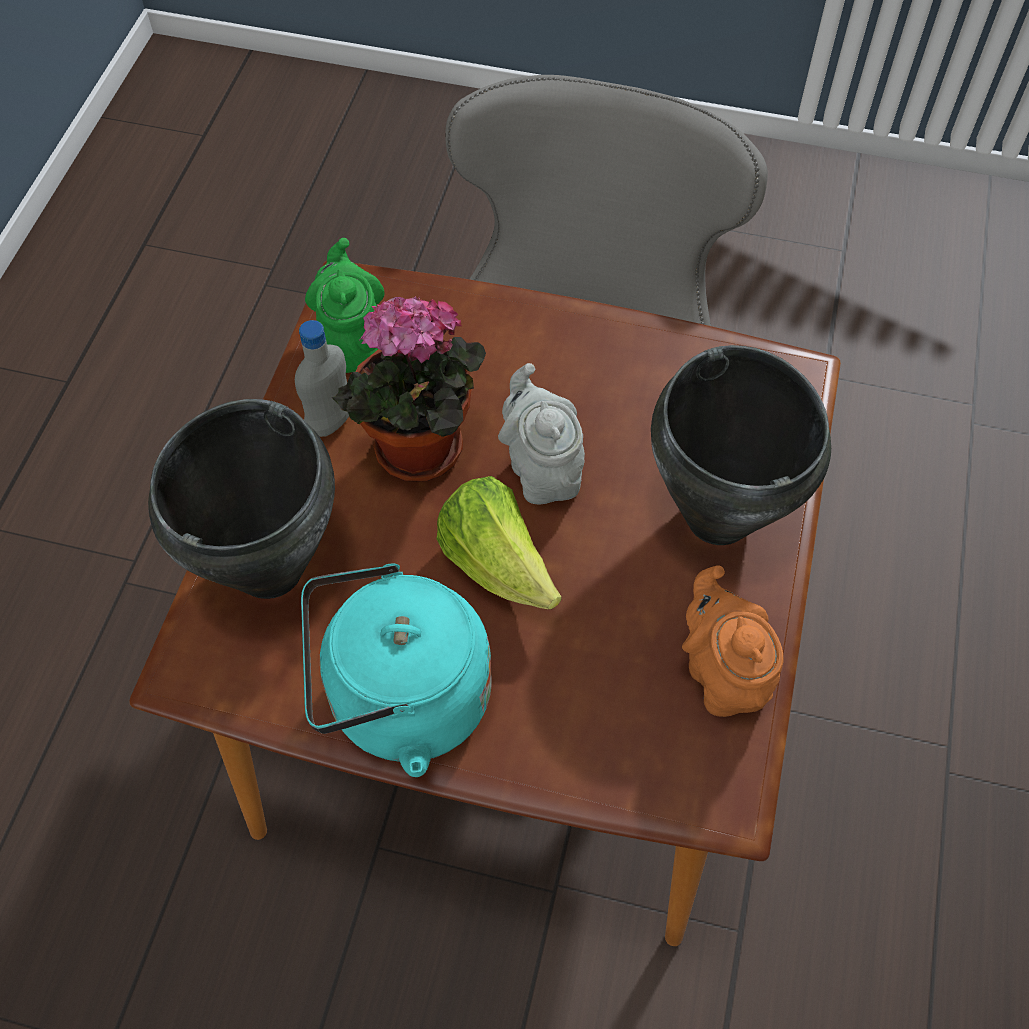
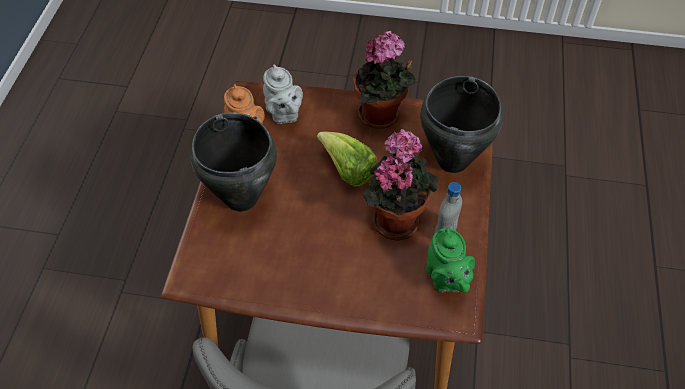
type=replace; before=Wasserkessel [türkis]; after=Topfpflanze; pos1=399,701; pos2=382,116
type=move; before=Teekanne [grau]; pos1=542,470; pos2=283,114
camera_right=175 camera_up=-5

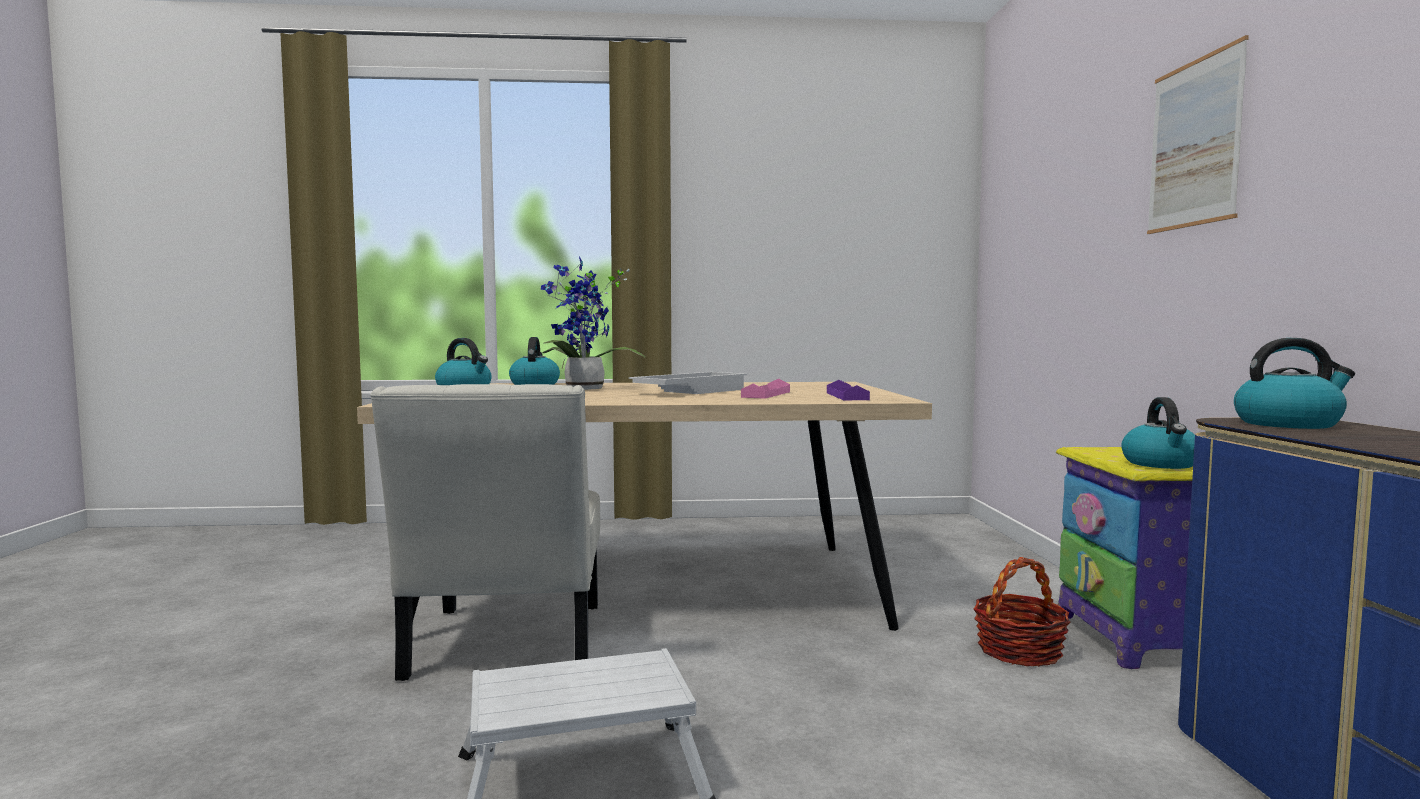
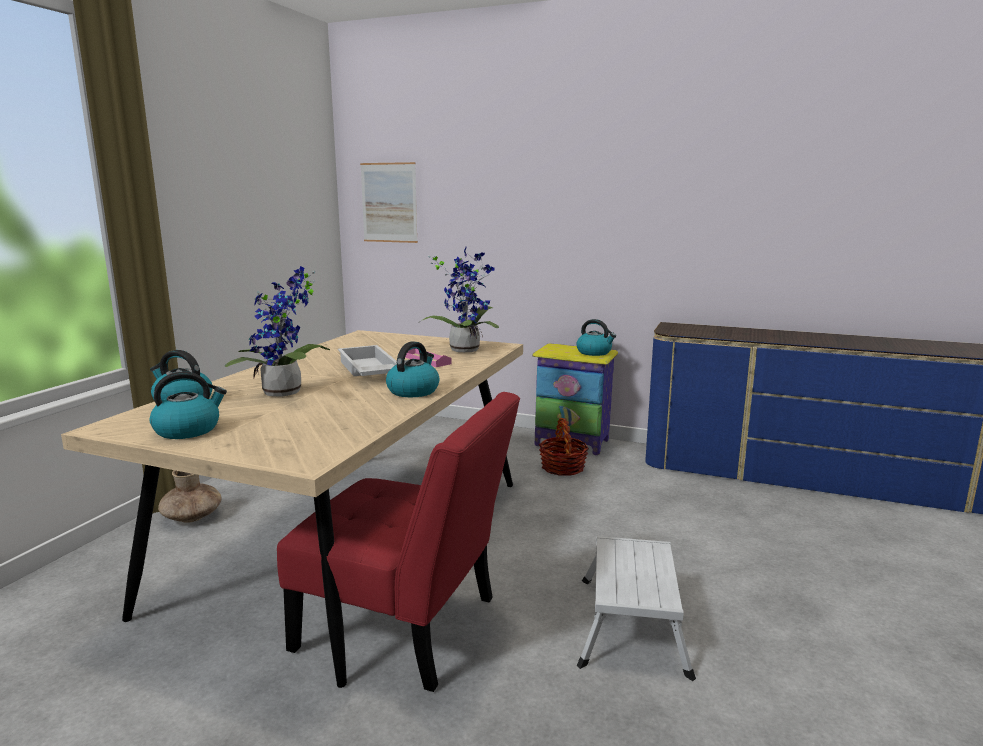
type=recolor; before=Stuhl [weiß]; after=Stuhl [rot]; pos1=504,646; pos2=407,627
type=replace; before=Tablett [lila]; after=Topfpflanze; pos1=847,396; pos2=465,349
type=move; before=Bild; pos1=1194,143; pos2=389,202
type=move; before=Wasserkessel; pos1=1288,424; pos2=413,391
type=insert; after=Vase [braun]; pos2=192,517
camera_right=-65 camera_up=10

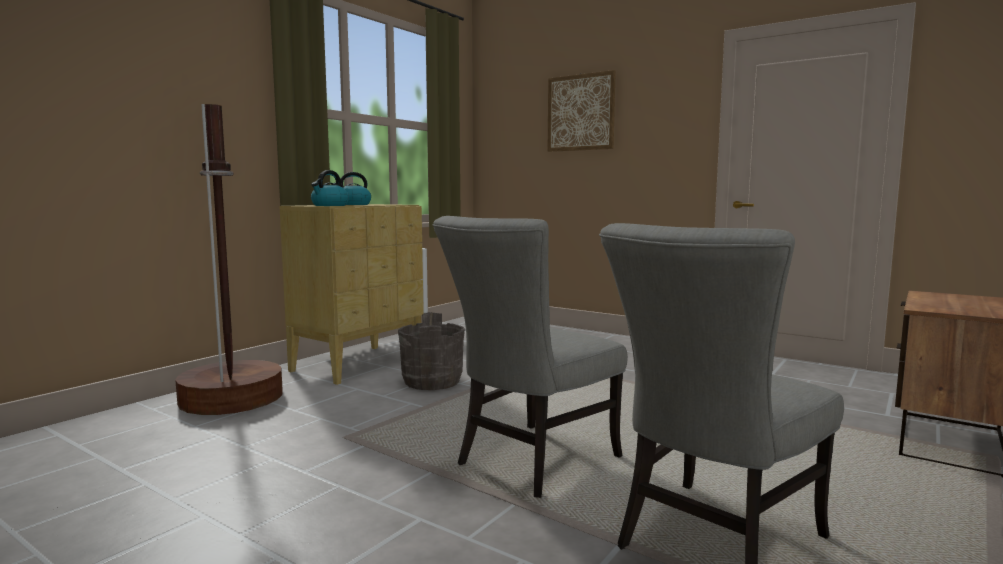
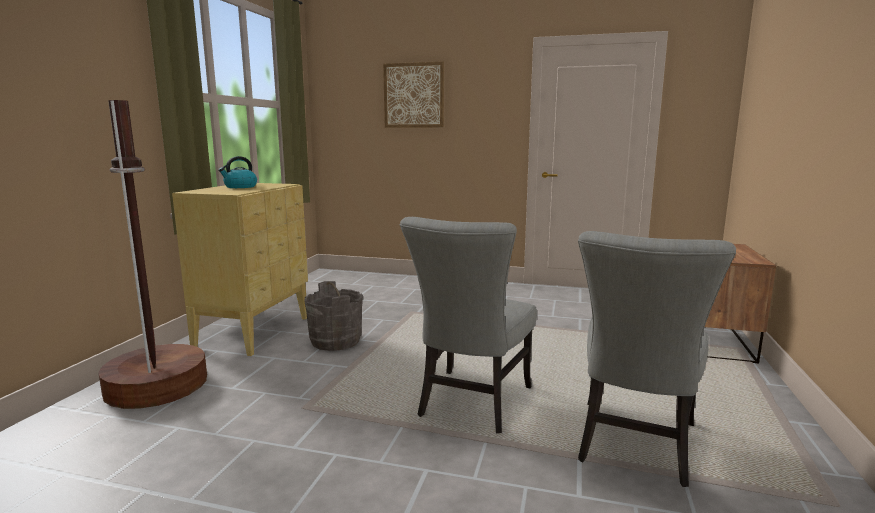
type=delete; before=Wasserkessel; pos1=330,205
camera_right=-20 camera_up=5

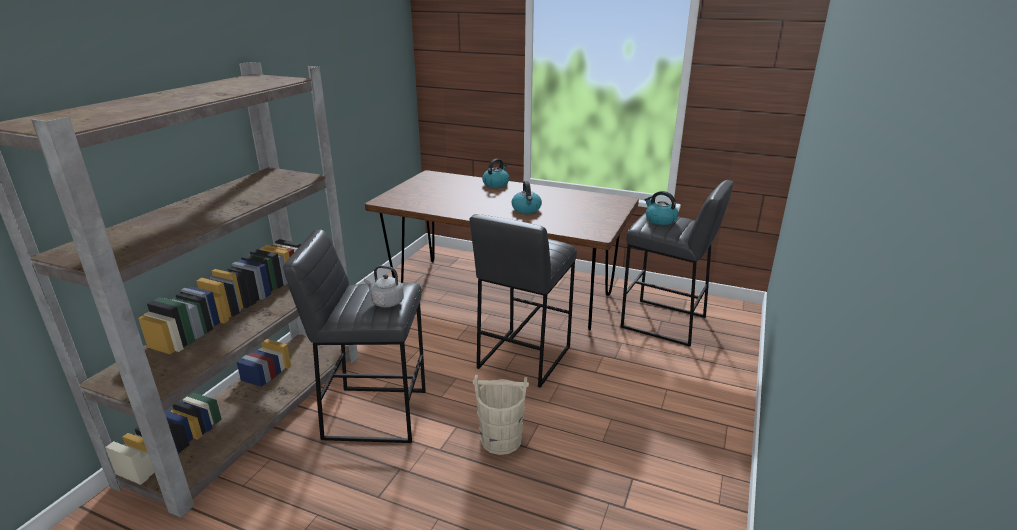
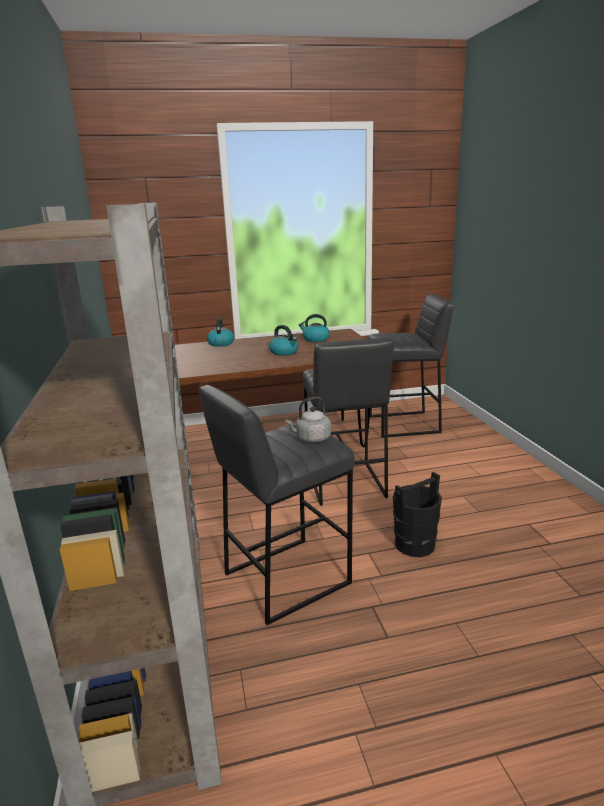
type=recolor; before=Eimer [beige]; after=Eimer [schwarz]; pos1=501,440; pos2=415,544
type=move; before=Wasserkessel; pos1=660,220; pos2=315,339
camera_right=-35 camera_up=-5

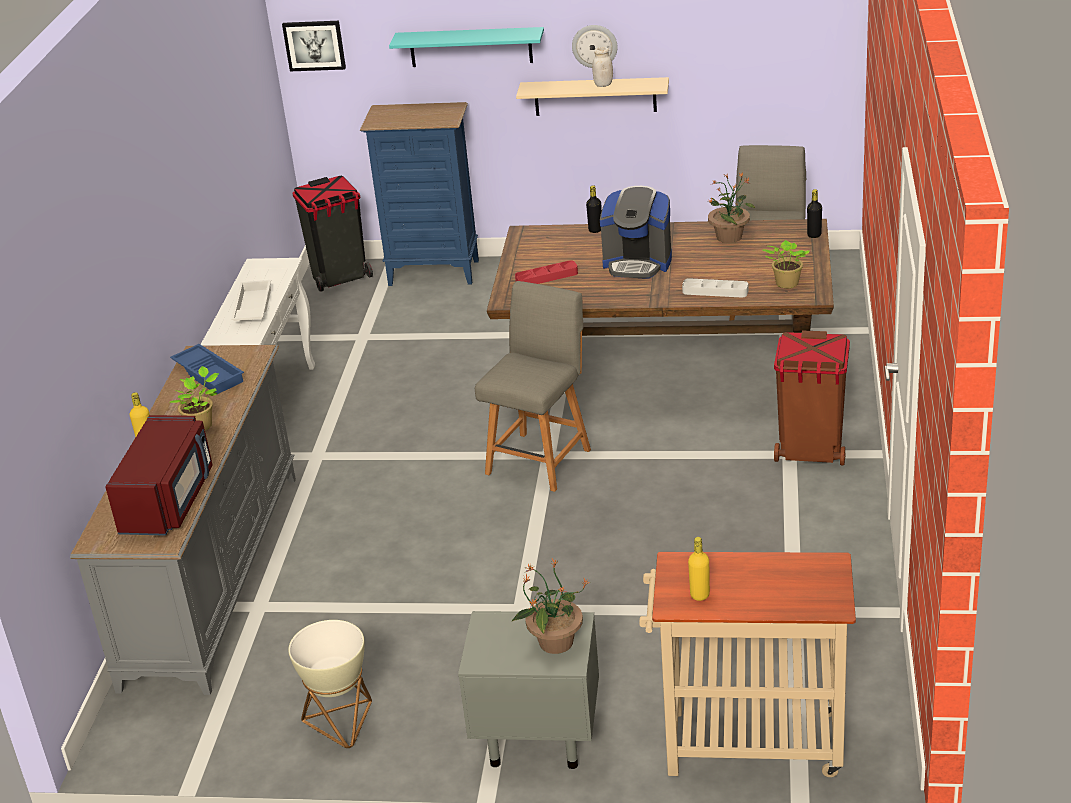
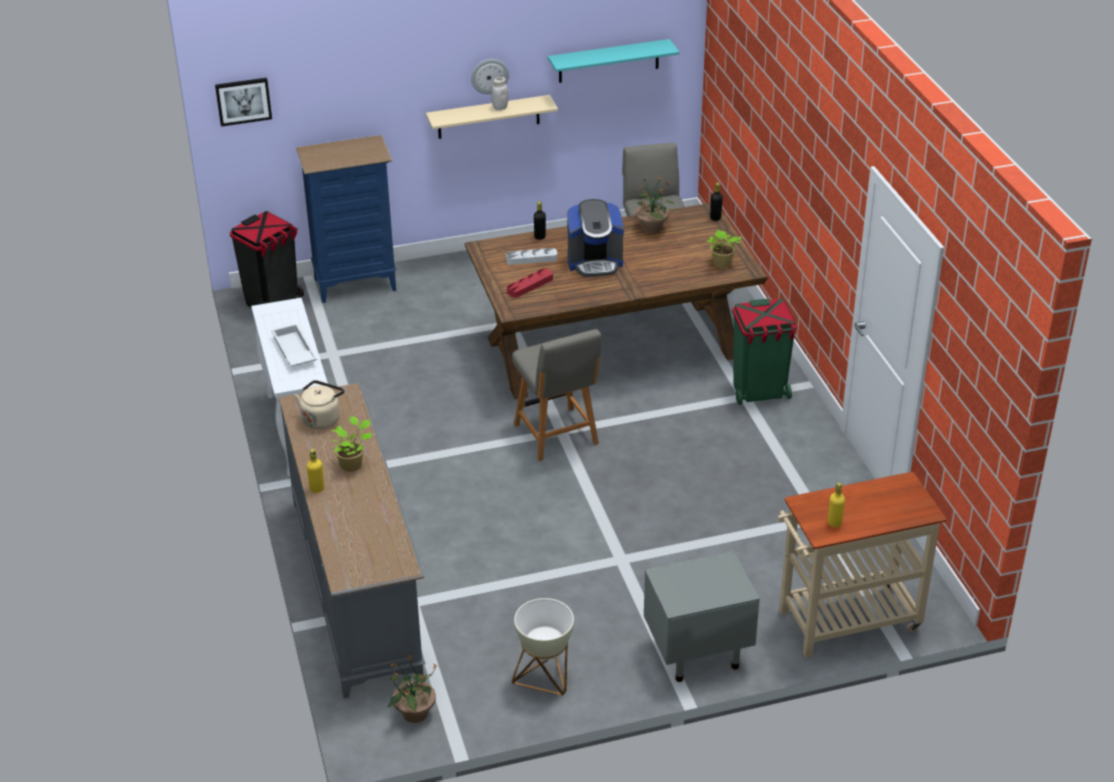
type=delete; before=Mikrowelle [rot]; pos1=169,501
type=replace; before=Tablett [blau]; after=Wasserkessel [beige]; pos1=210,373; pos2=322,418
type=move; before=Wandregal [türkis]; pos1=470,47; pos2=609,61
type=rotate; before=Stuhl [grau]; pos1=540,459; pos2=557,436; turn=150
type=move; before=Topfpflanze; pos1=555,643; pos2=414,713
type=move; before=Tablett [grau]; pos1=715,291; pos2=531,259
type=recolor; before=Mülleimer [braun]; after=Mülleimer [grün]; pos1=811,452; pos2=759,392
camera_right=-25 camera_up=5

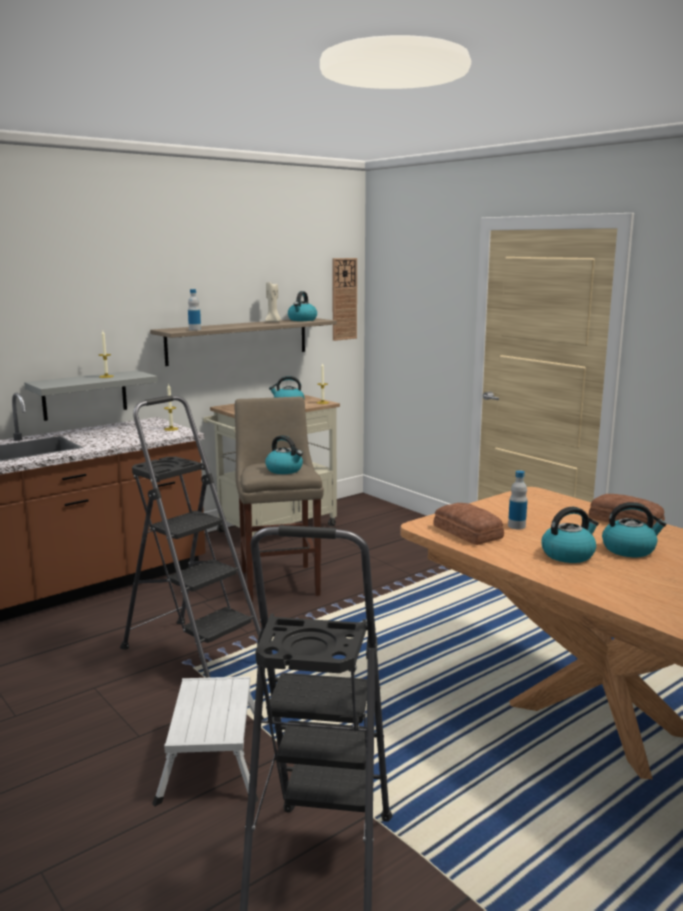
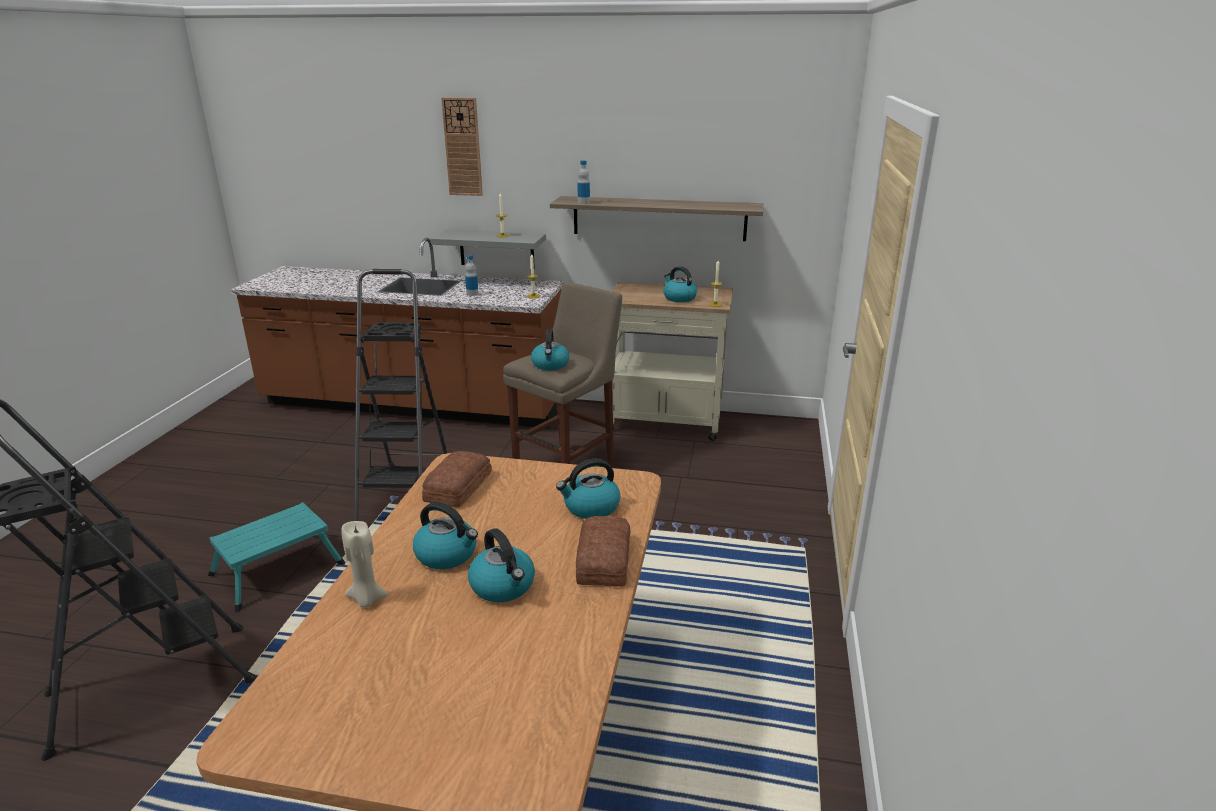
type=recolor; before=Trittleiter [weiß]; after=Trittleiter [türkis]; pos1=213,757; pos2=278,569
type=move; before=Kerze [beige]; pos1=273,322; pos2=366,599
type=move; before=Wasserkessel; pos1=302,320; pos2=590,507
type=move; before=Wanduhr; pos1=344,299; pos2=463,147
type=move; before=Flasche; pos1=516,526; pos2=472,294
camera_right=50 camera_up=10

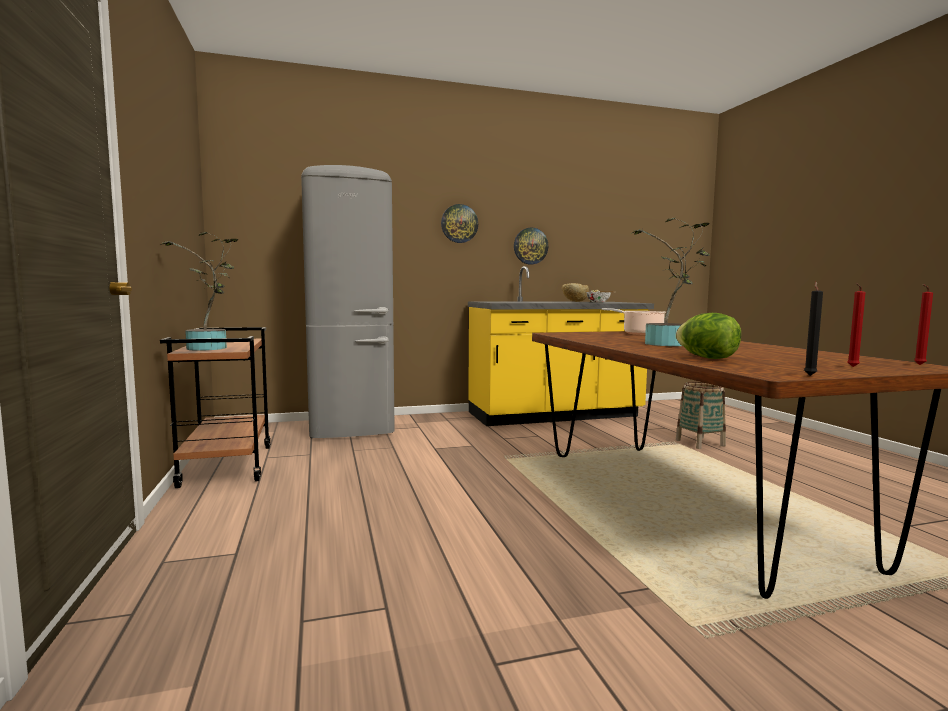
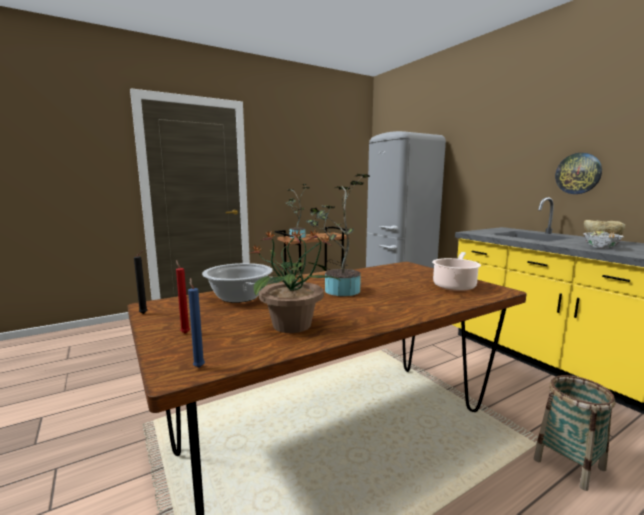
type=delete; before=Wanduhr; pos1=459,223
type=replace; before=Salatkopf; after=Kochtopf; pos1=707,358; pos2=239,297
type=recolor; before=Kerze [rot]; after=Kerze [blau]; pos1=918,365; pos2=198,366
type=insert; after=Topfpflanze; pos2=293,325
camera_right=75 camera_up=5

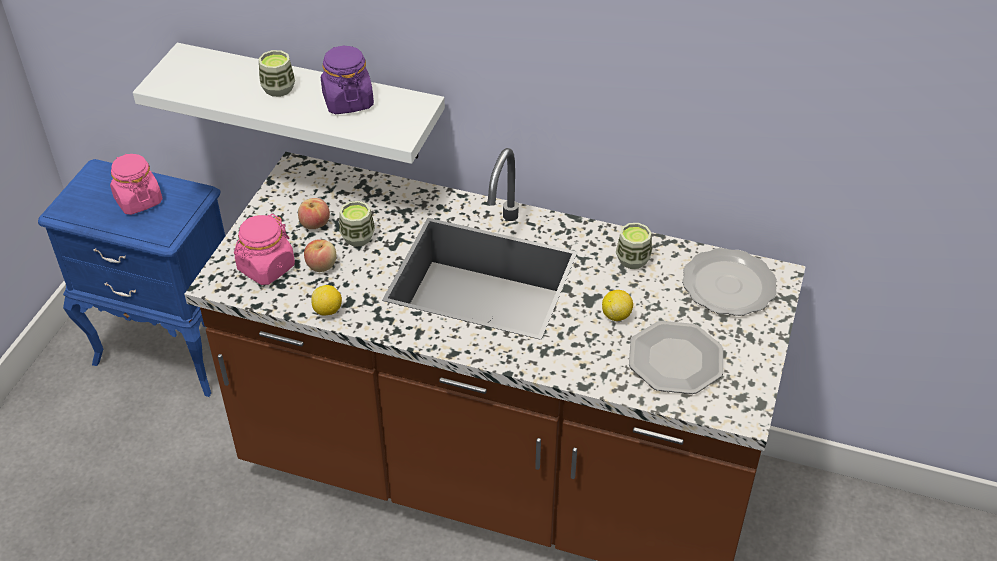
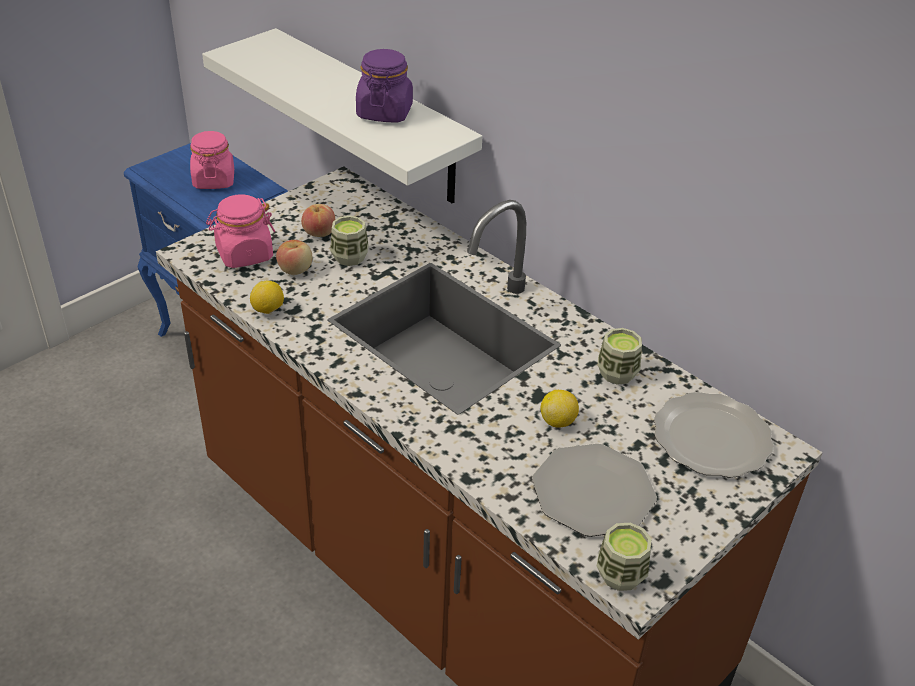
type=move; before=Tasse; pos1=278,88; pos2=620,574
camera_right=25 camera_up=-5

